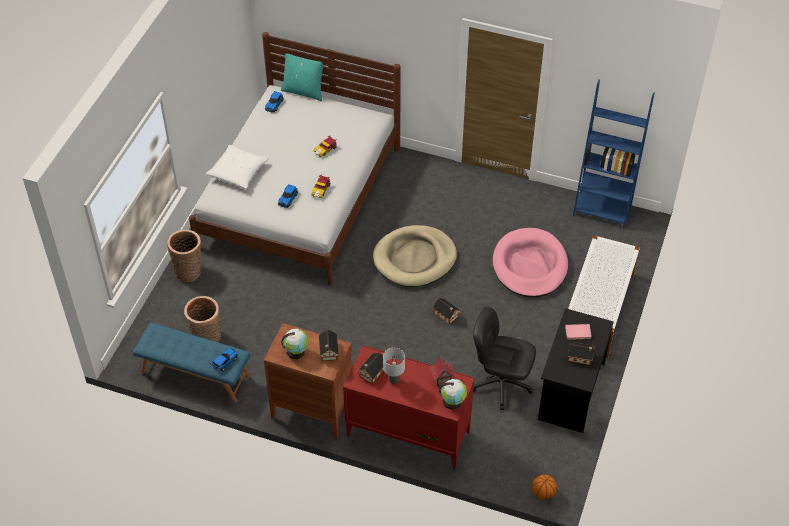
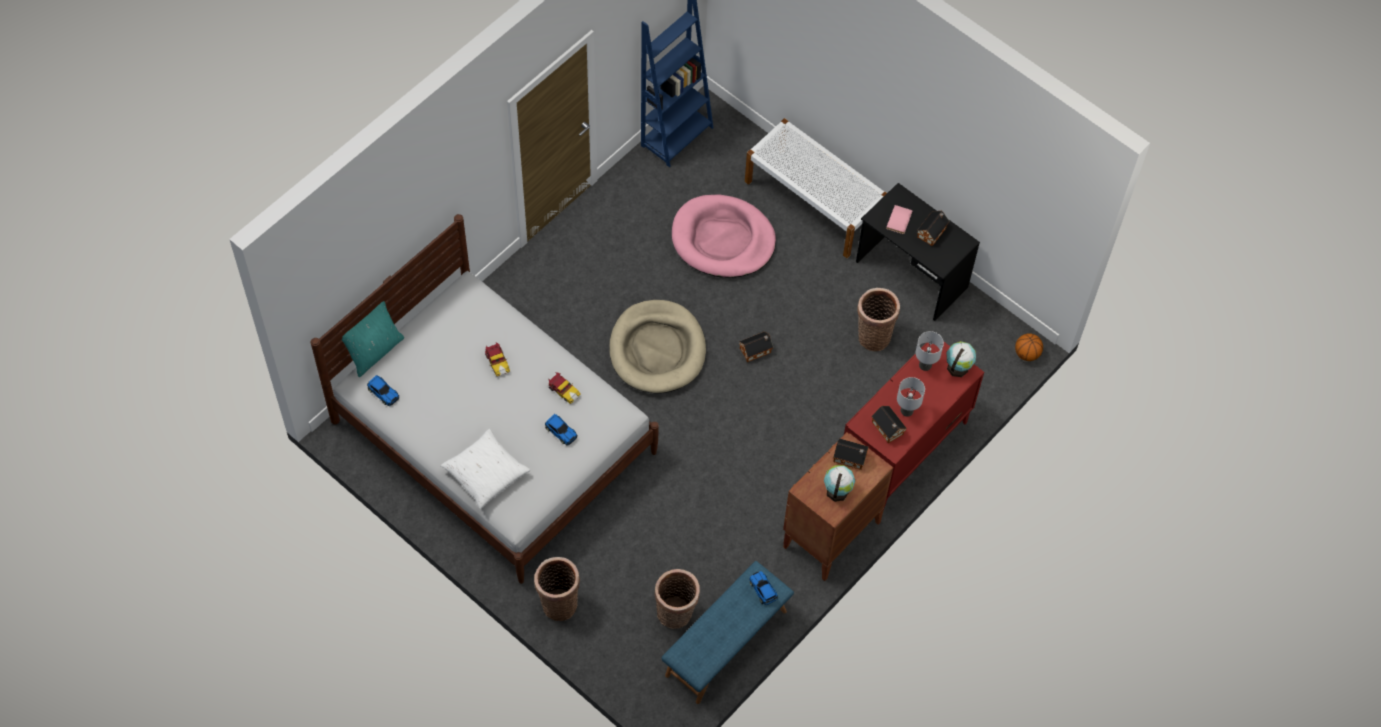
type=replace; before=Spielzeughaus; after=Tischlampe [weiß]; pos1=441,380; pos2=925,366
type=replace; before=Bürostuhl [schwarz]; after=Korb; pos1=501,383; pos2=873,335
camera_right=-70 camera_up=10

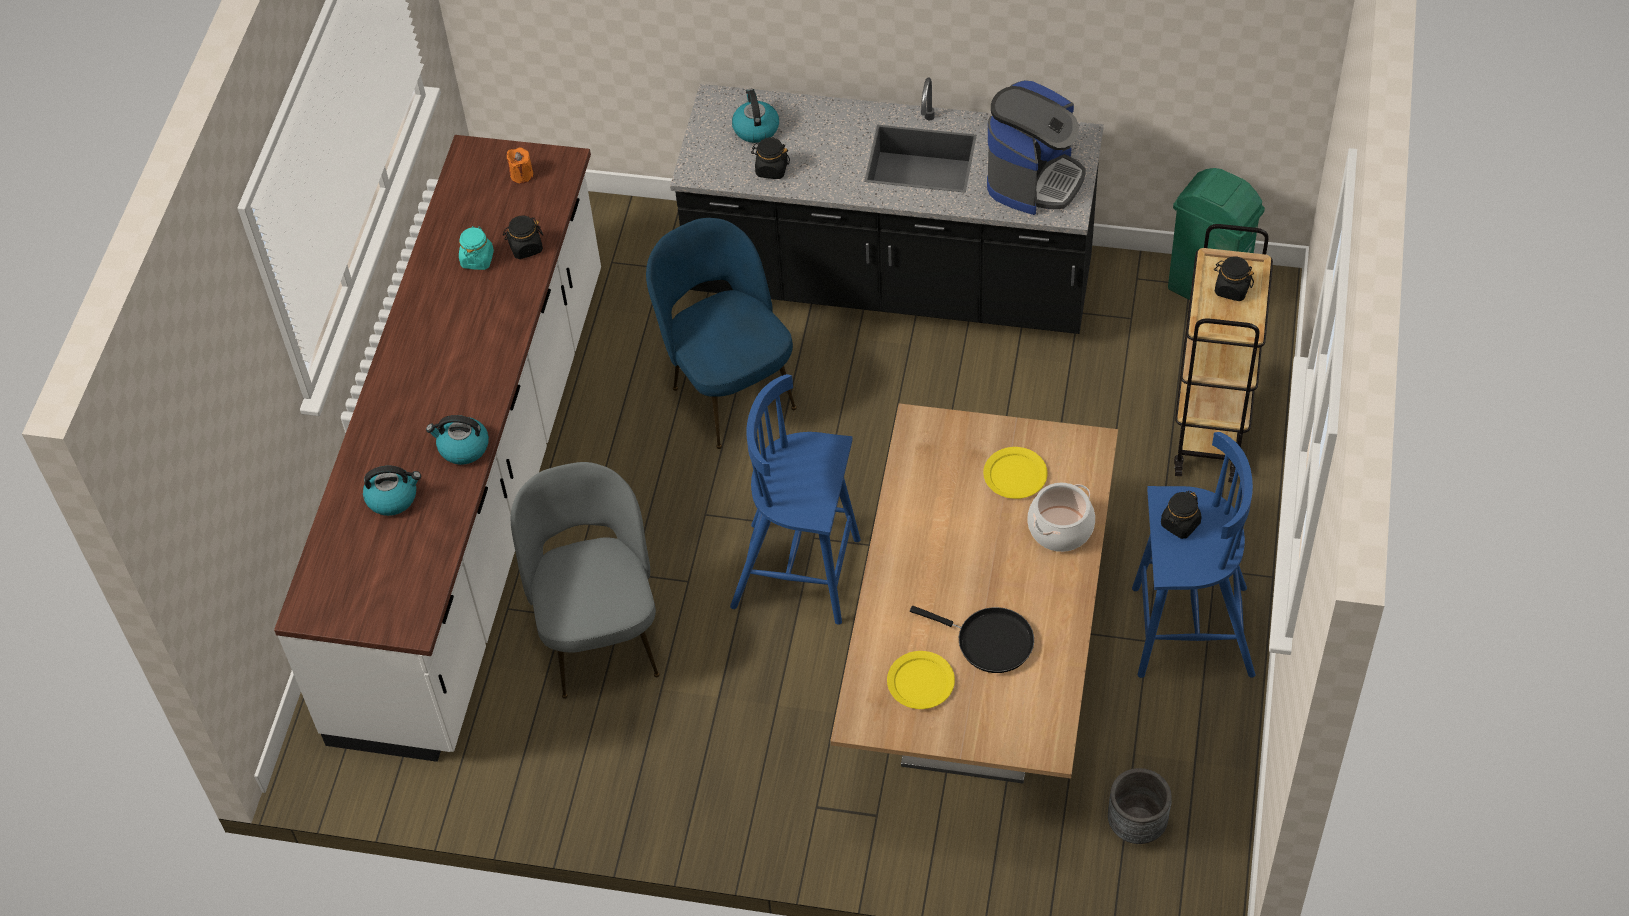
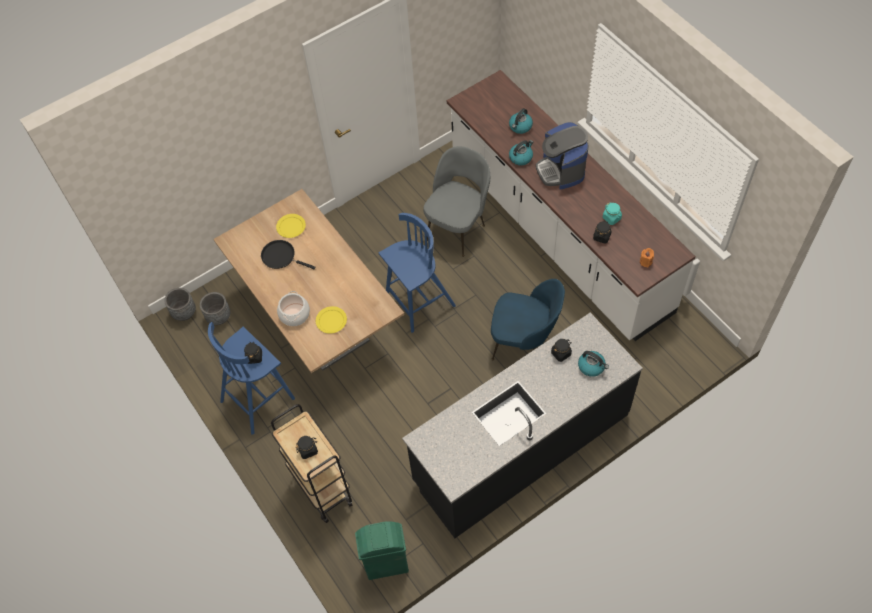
type=rotate; before=Stuhl [grau]; pos1=600,637; pos2=458,229; turn=-90
type=rotate; before=Pfanne [schwarz]; pos1=989,641; pos2=281,257; turn=45
type=move; before=Kaffeemaschine; pos1=1034,179; pos2=561,170
type=insert; after=Pflanzkübel [grau]; pos2=184,312
camera_right=135 camera_up=5

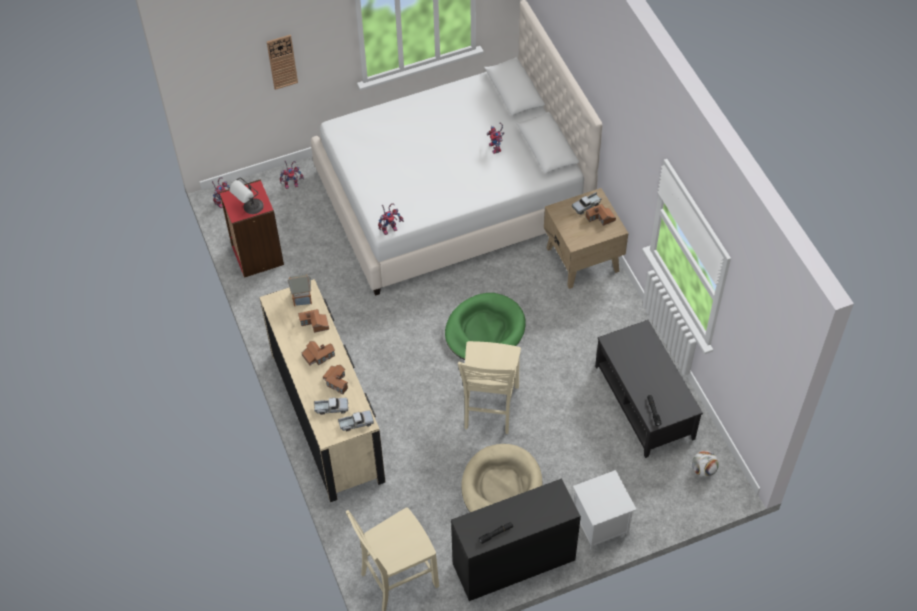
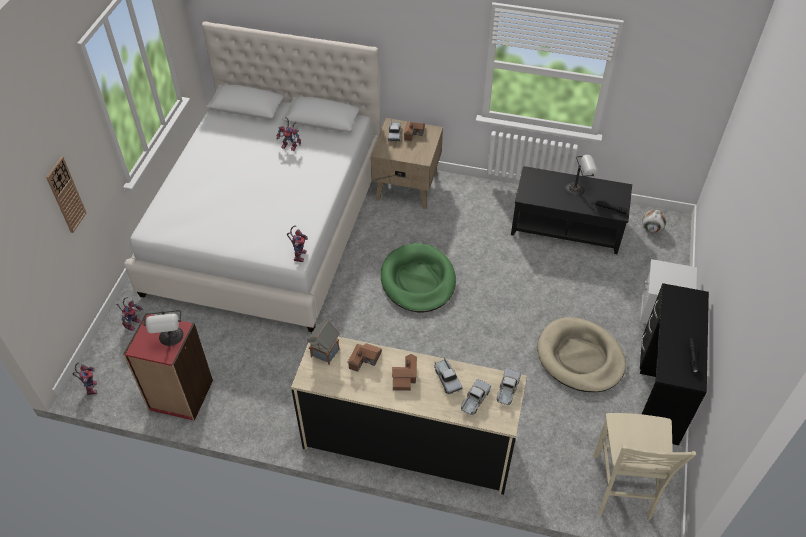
type=replace; before=Spielzeughaus; after=Spielzeuglaster; pos1=337,381; pos2=447,379
type=delete; before=Stuhl [beige]; pos1=489,408
type=insert; after=Tischlampe; pos2=578,188
camera_right=-55 camera_up=-5

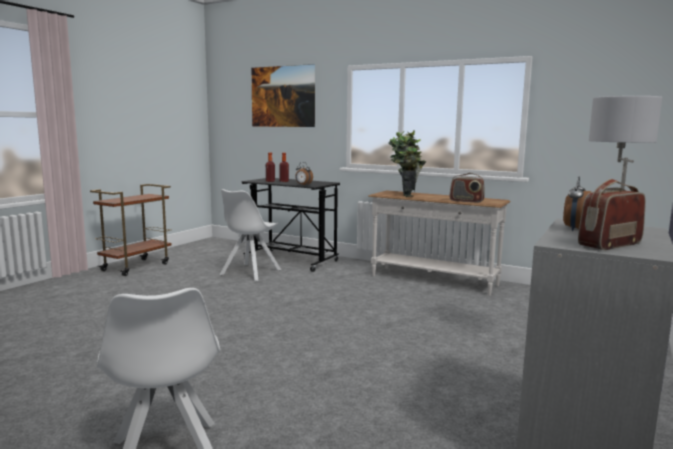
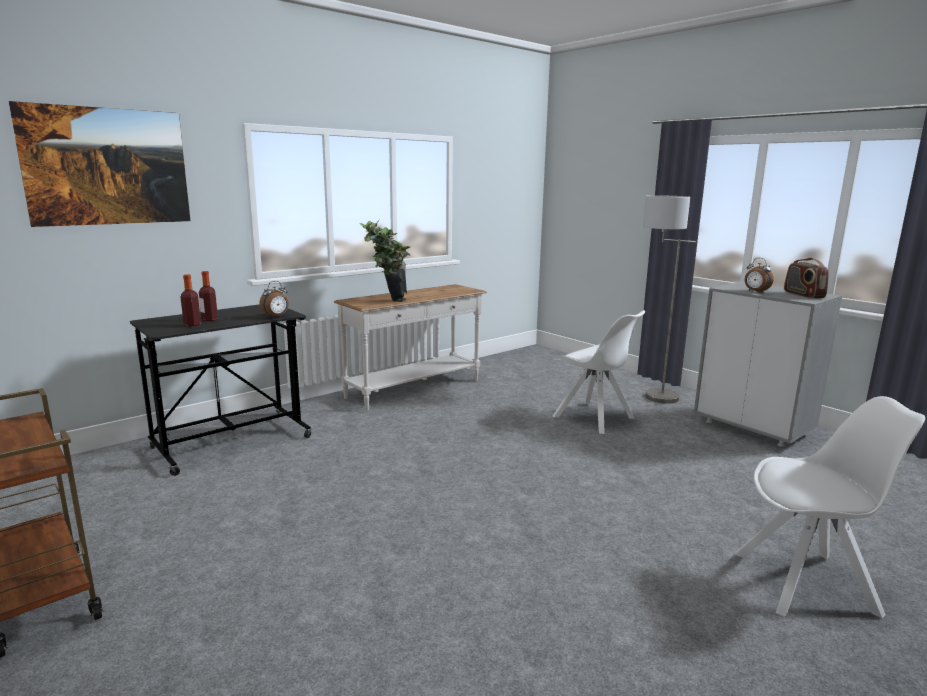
type=move; before=Stuhl [weiß]; pos1=249,272; pos2=594,418
type=delete; before=Radio; pos1=466,201
camera_right=-70 camera_up=5

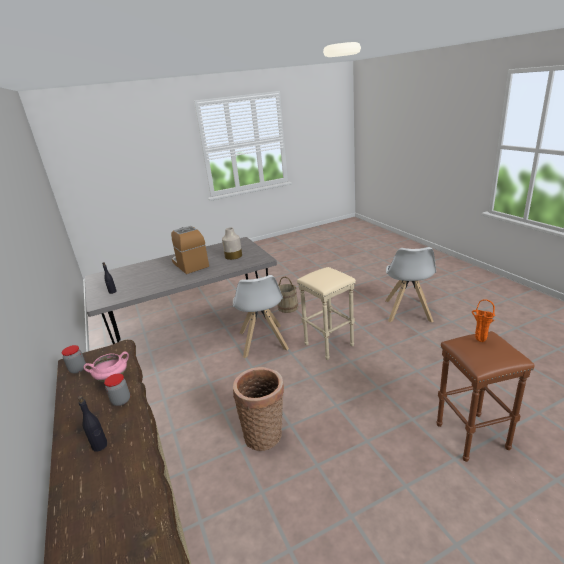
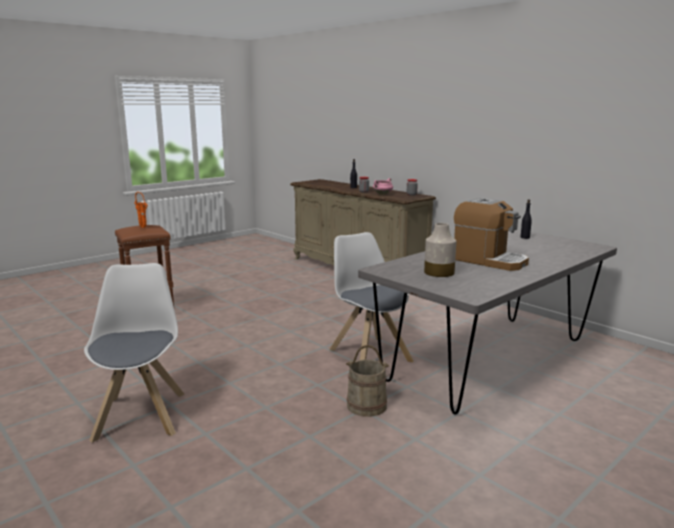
type=delete; before=Korb; pos1=265,434
type=delete; before=Hocker [beige]; pos1=329,344
camera_right=160 camera_up=-10

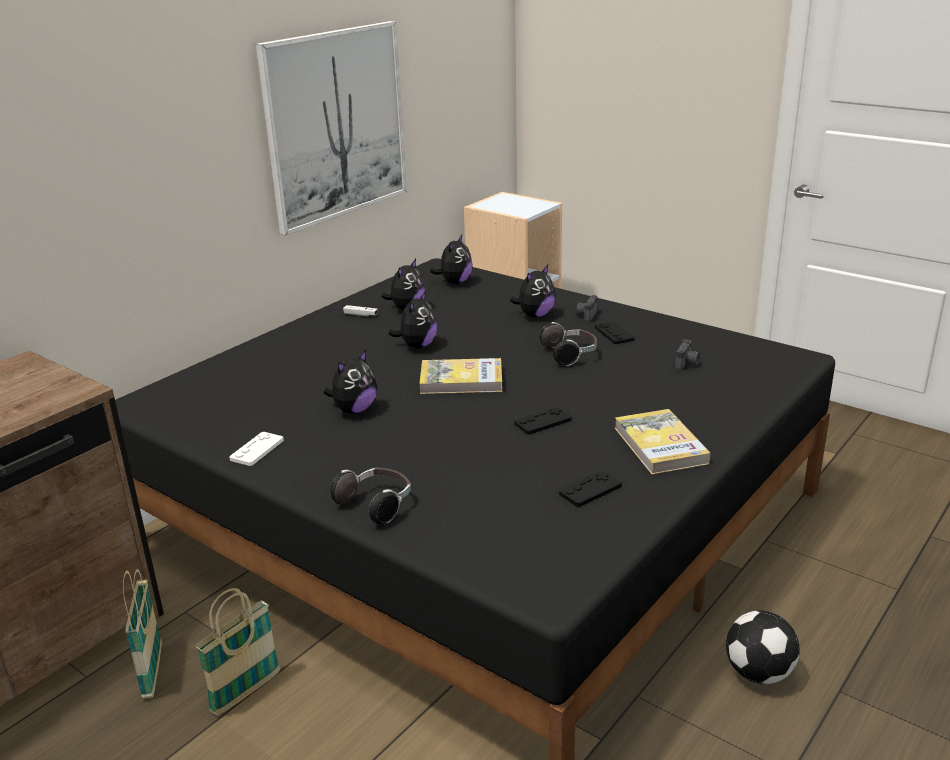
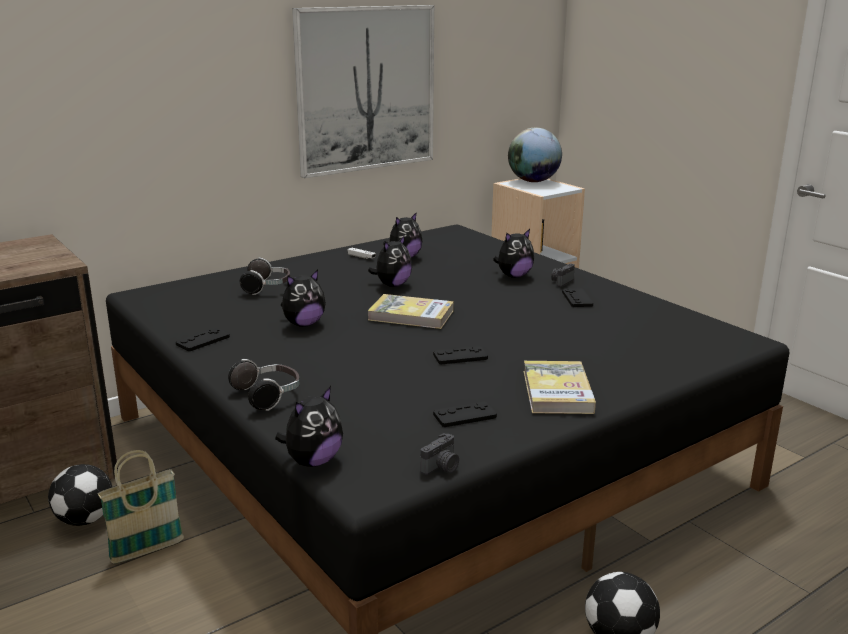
type=replace; before=Korb; after=Fußball; pos1=153,672; pos2=85,519
type=recolor; before=Gamepad [weiß]; after=Gamepad [schwarz]; pos1=257,450; pos2=203,341
type=move; before=Plüschtier; pos1=454,282; pos2=313,461
type=move; before=Kopfhörer; pos1=570,354; pos2=267,287
type=move; before=Kamera; pos1=687,364; pos2=442,467
type=insert; after=Globus; pos2=533,181
camera_right=15 camera_up=-5

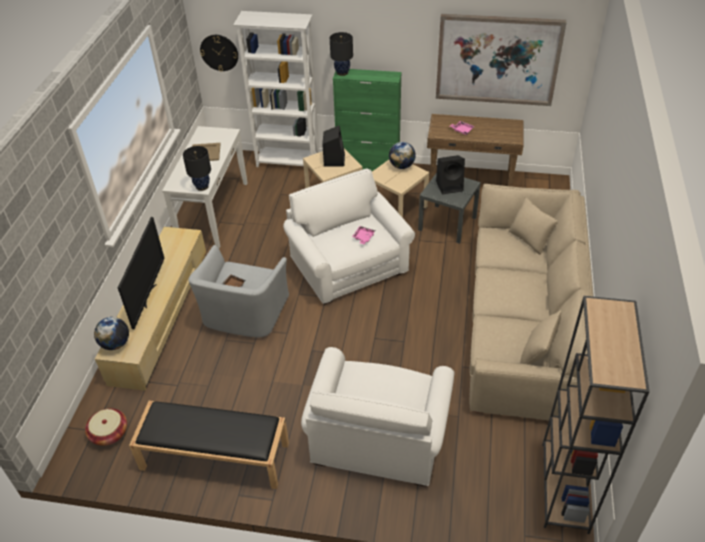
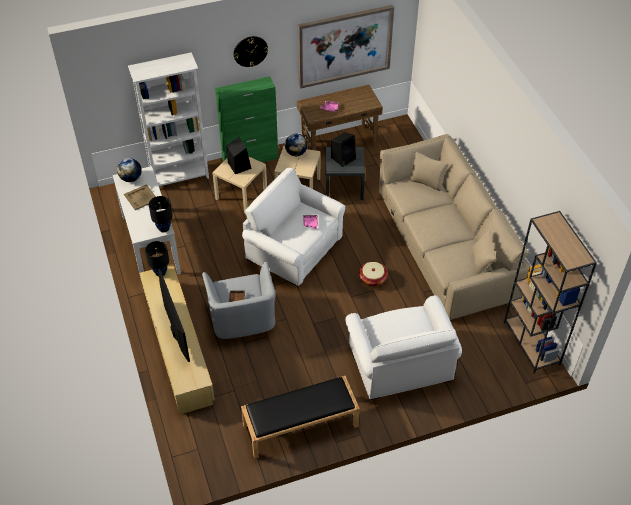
type=move; before=Korb; pos1=109,433; pos2=372,279
type=move; before=Globus; pos1=115,344; pos2=131,178
type=move; before=Wanduhr; pos1=219,52; pos2=250,51
type=move; before=Tischlampe [schwarz]; pos1=342,72; pos2=160,272
camera_right=-30 camera_up=5

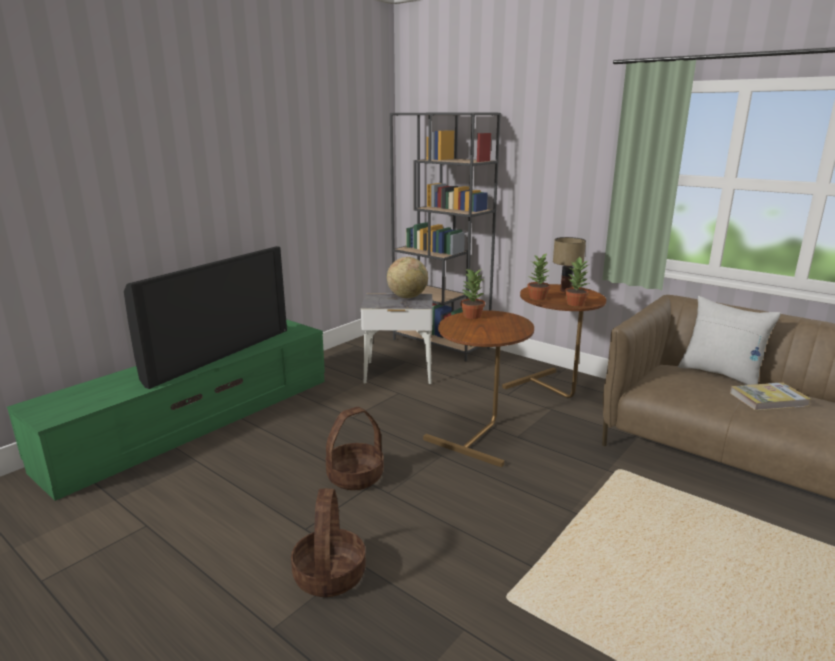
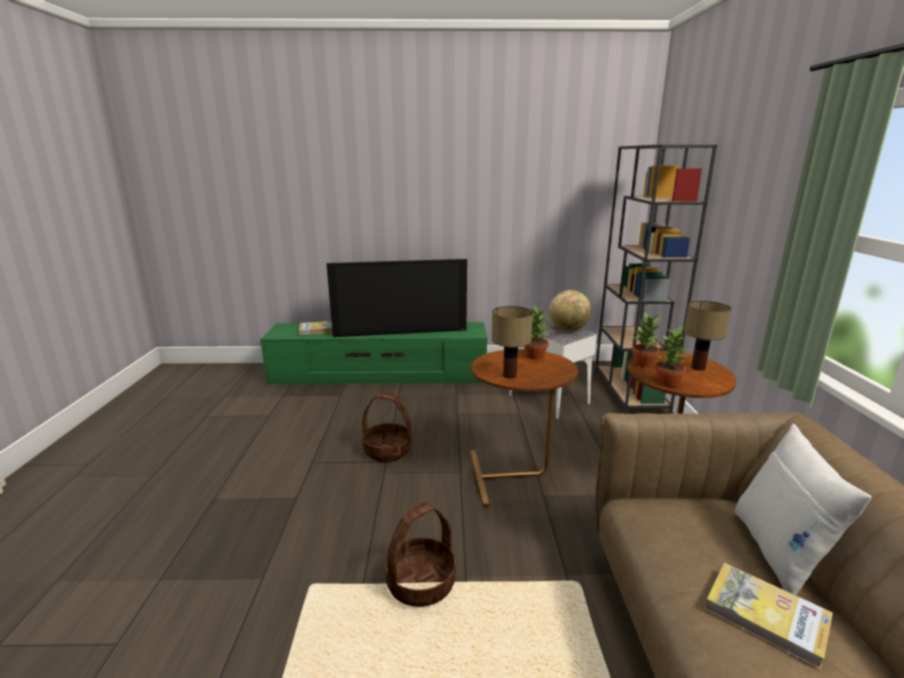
type=move; before=Korb; pos1=329,574; pos2=421,583
type=insert; after=Buch; pos2=318,330
type=insert; after=Tischlampe; pos2=509,375
camera_right=50 camera_up=0

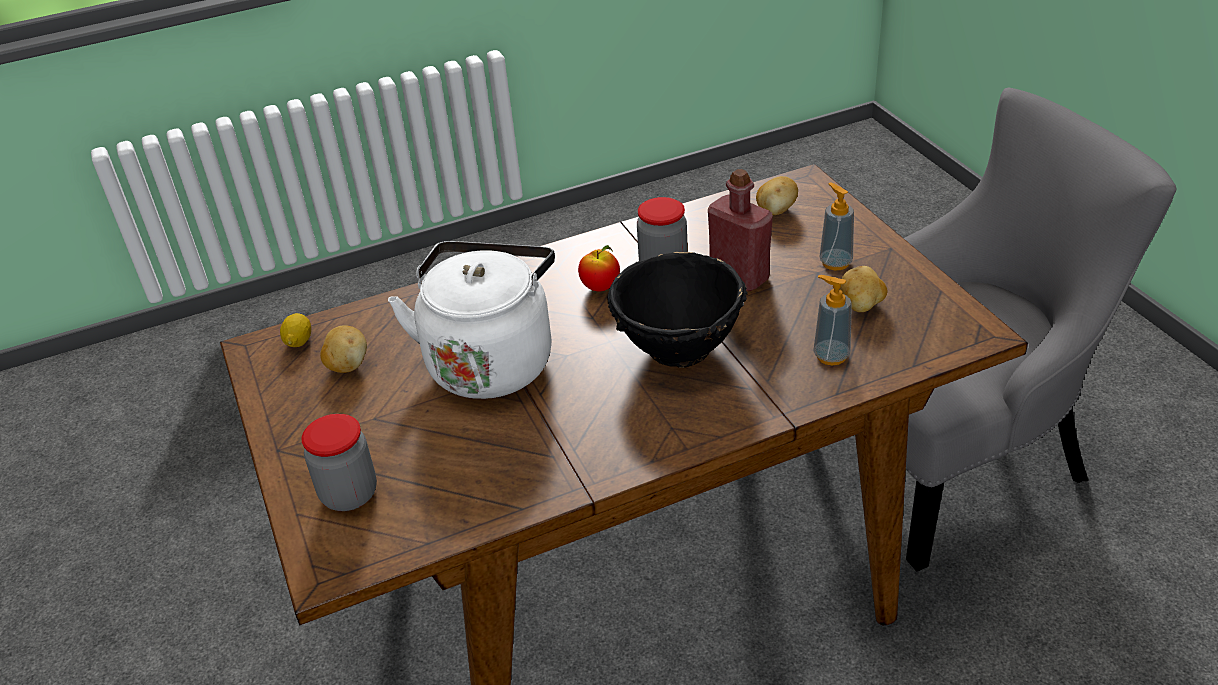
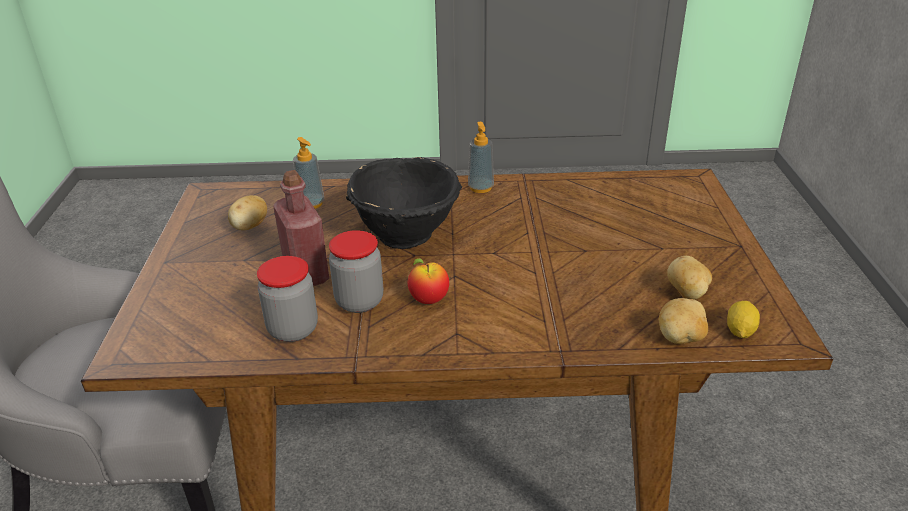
type=move; before=Vorratsglas; pos1=349,494; pos2=293,329
type=delete; before=Wasserkessel [weiß]; pos1=491,360
type=move; before=Kartoffel; pos1=776,211; pos2=680,338
type=move; before=Seifenspender; pos1=835,262; pos2=480,188
camera_right=-160 camera_up=-5

